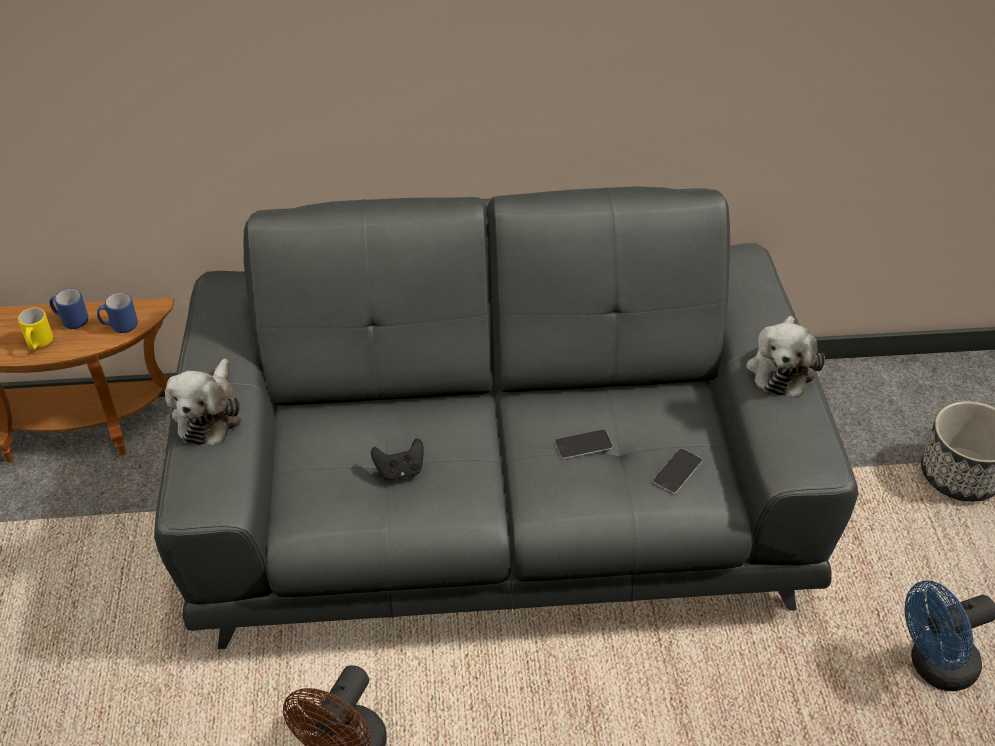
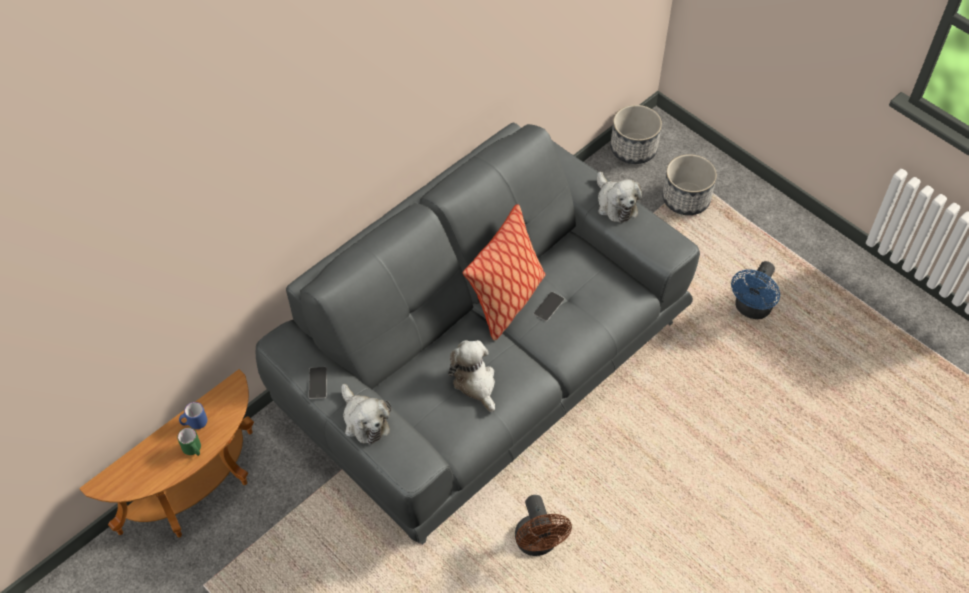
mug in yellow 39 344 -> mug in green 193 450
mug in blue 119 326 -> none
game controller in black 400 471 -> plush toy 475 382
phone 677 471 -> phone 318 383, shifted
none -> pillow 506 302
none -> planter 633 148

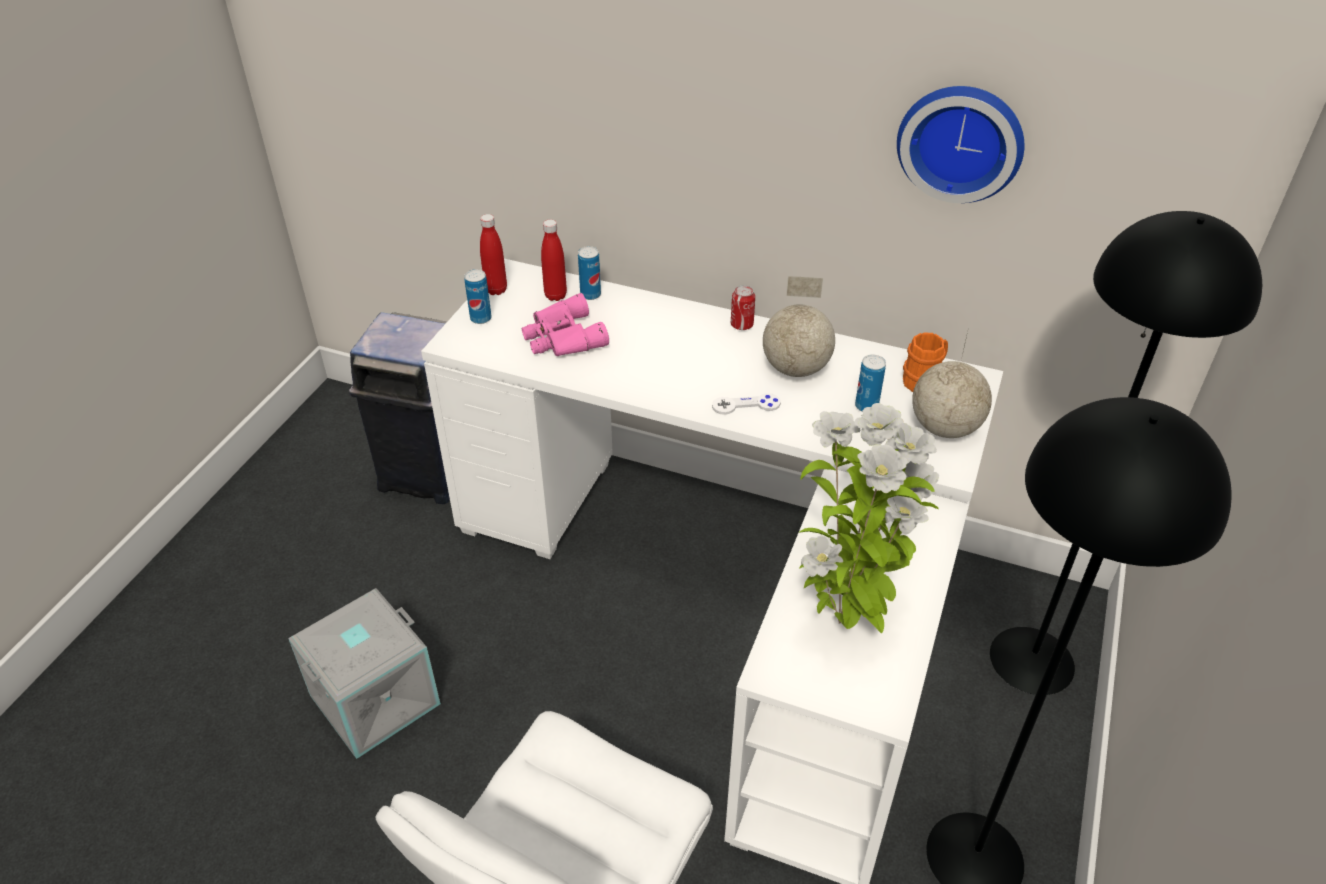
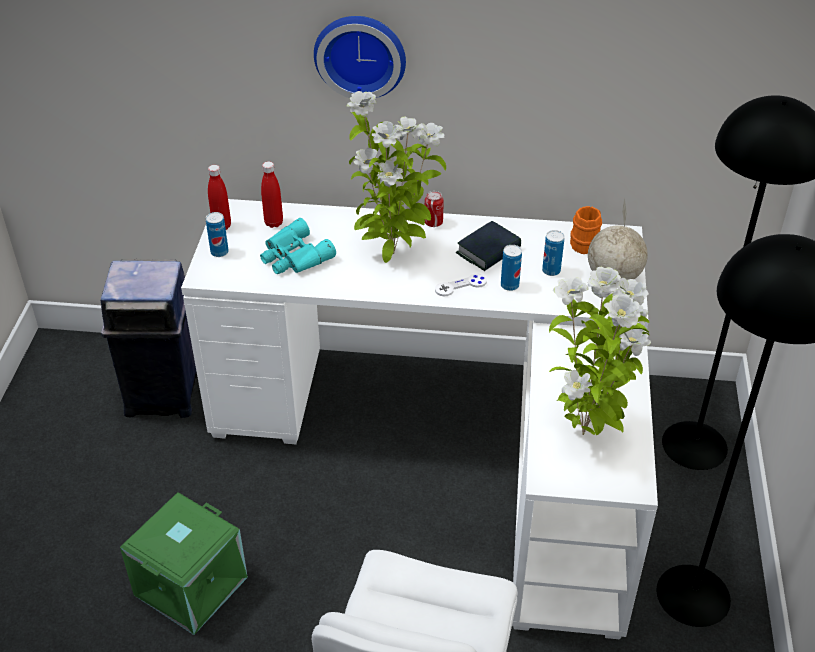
storage box in grey 374 697 -> storage box in green 190 584
binoculars in pink 562 338 -> binoculars in turquoise 294 257
can 590 295 -> can 509 285, shifted
globe 796 369 -> book 488 251
wall clock 961 141 -> wall clock 360 54, shifted
none -> potted plant 392 255

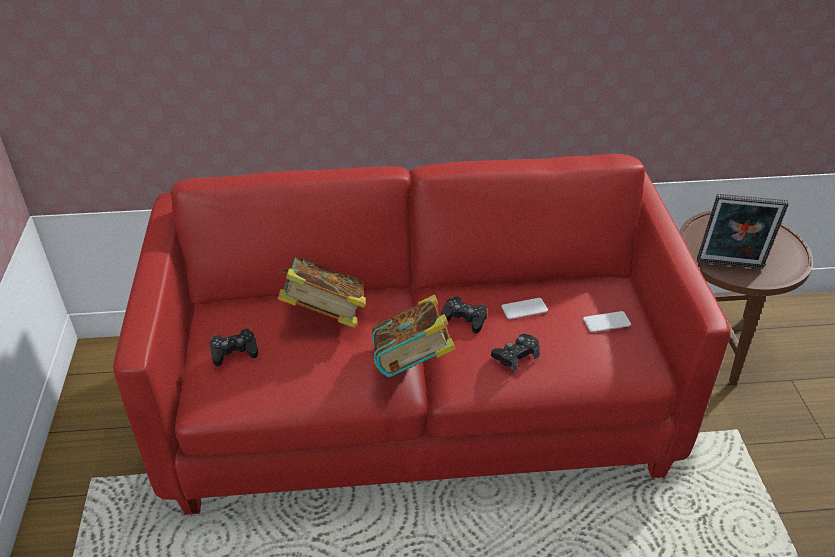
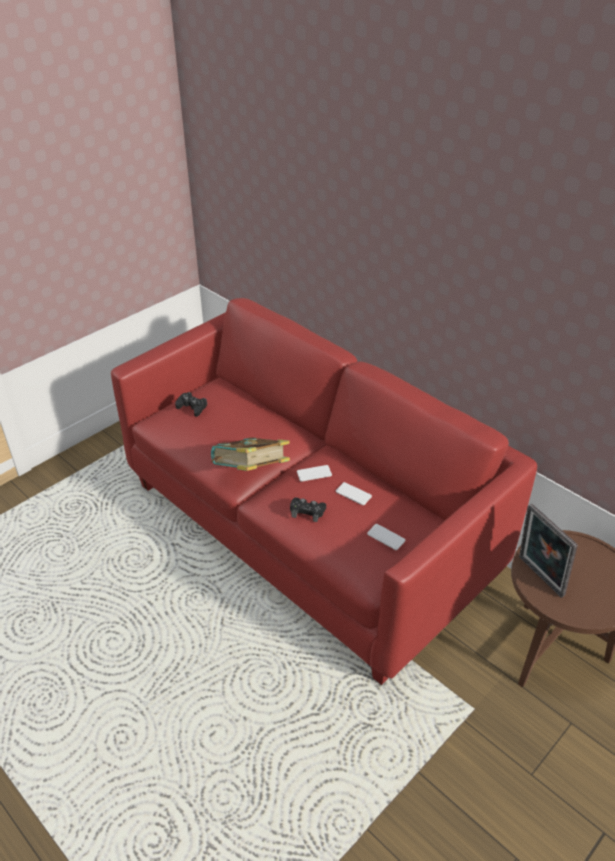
book 324 316 -> none
game controller in black 464 318 -> phone 314 473

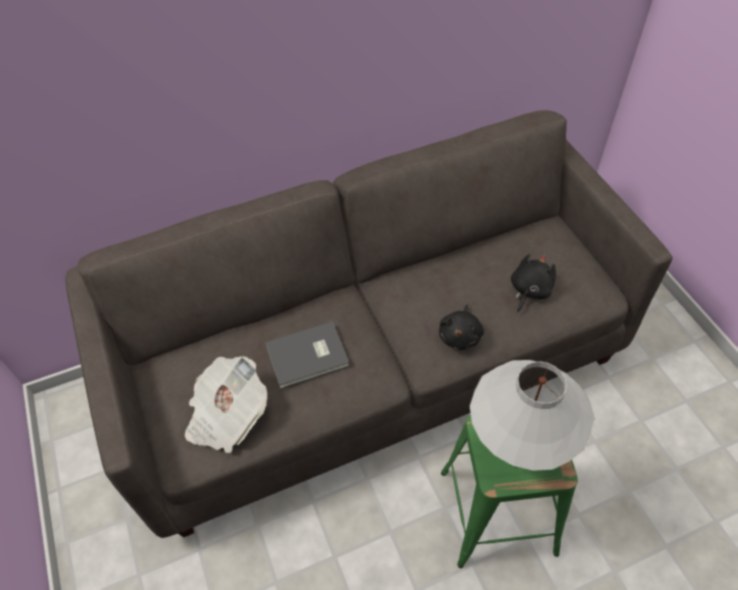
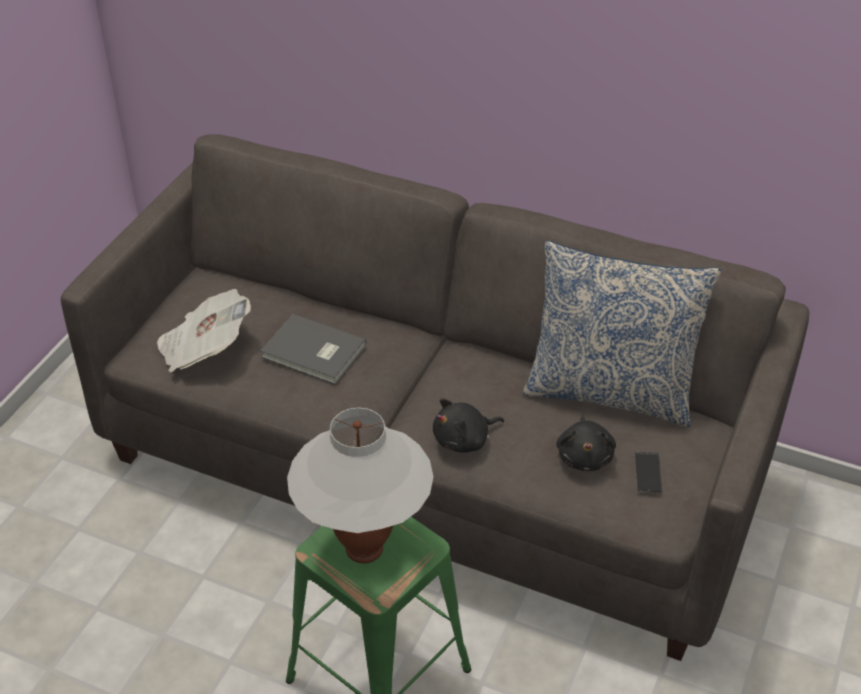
plush toy in black 529 290 -> plush toy in black 585 456, 105 degrees clockwise
none -> pillow 610 391
none -> phone 648 472

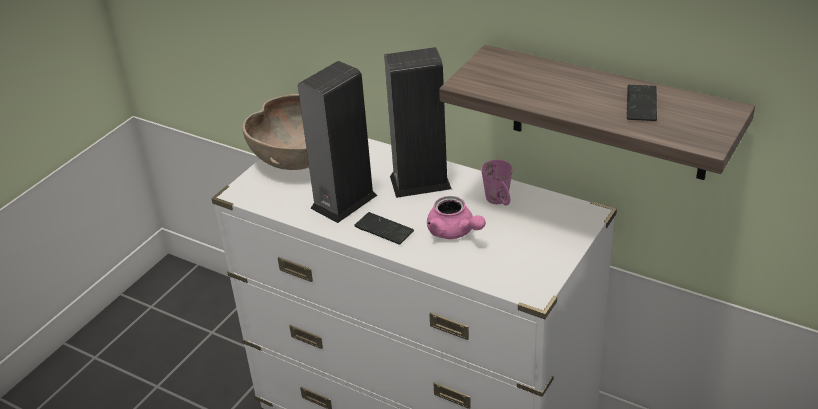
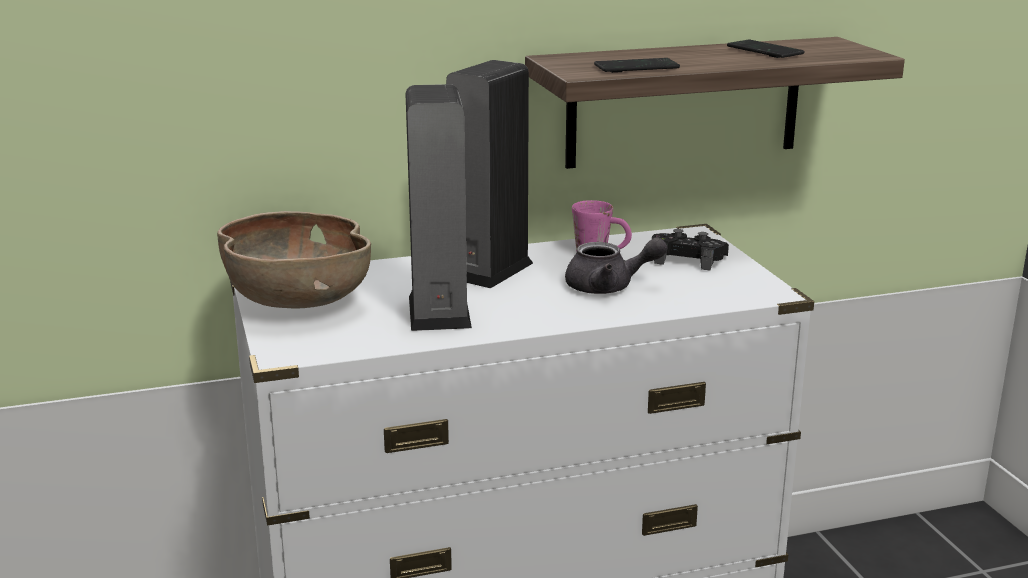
phone 384 229 -> phone 636 67, shifted
teapot in pink 454 232 -> teapot in grey 609 287
none -> game controller in black 688 259

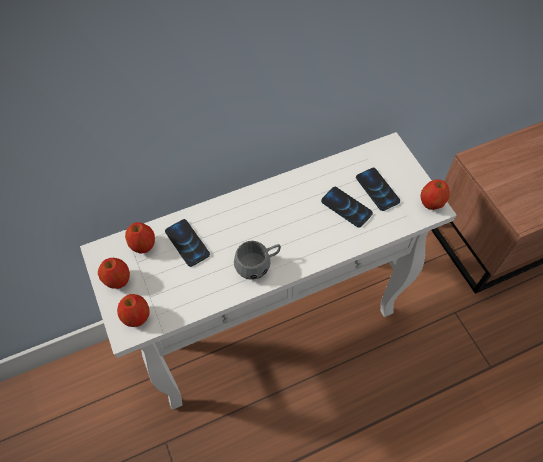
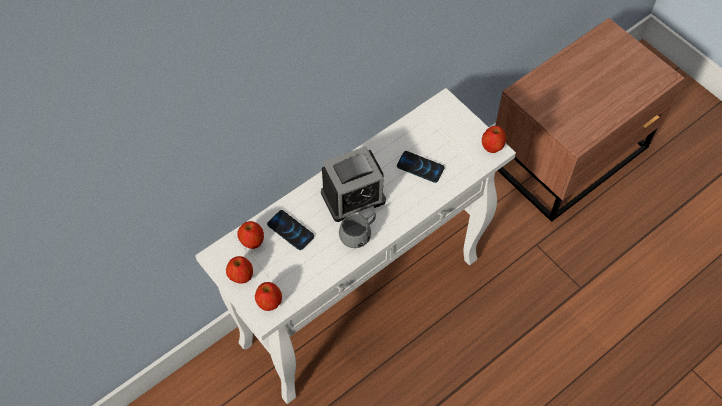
phone 377 190 -> none
none -> alarm clock 353 197

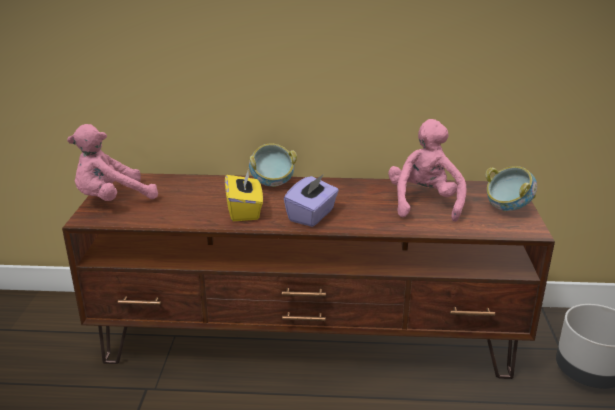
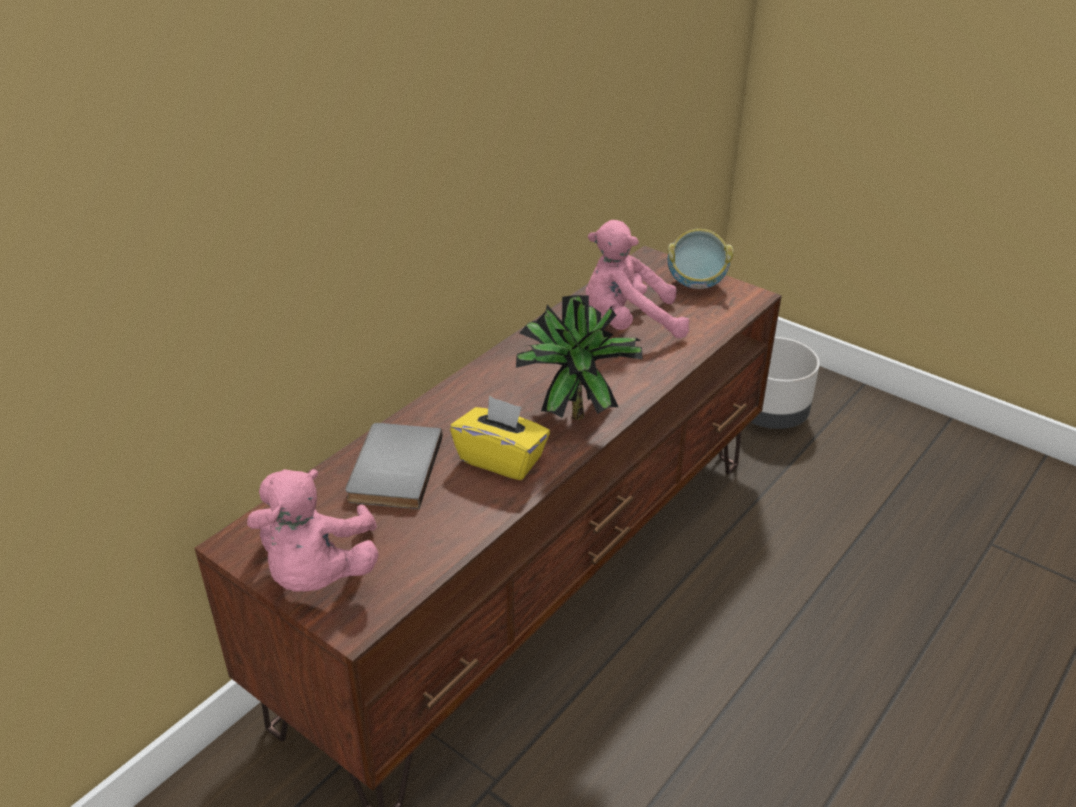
bowl 272 184 -> none
tissue box in purple 312 215 -> potted plant 573 412
plush toy in pink 424 203 -> plush toy in pink 628 324, 45 degrees counterclockwise
none -> book in grey 391 468

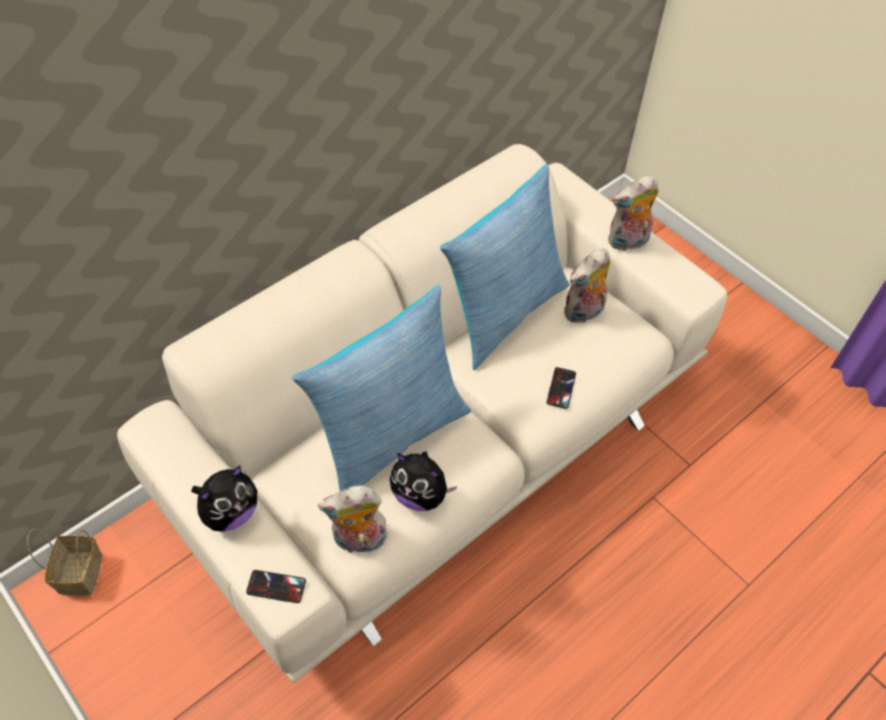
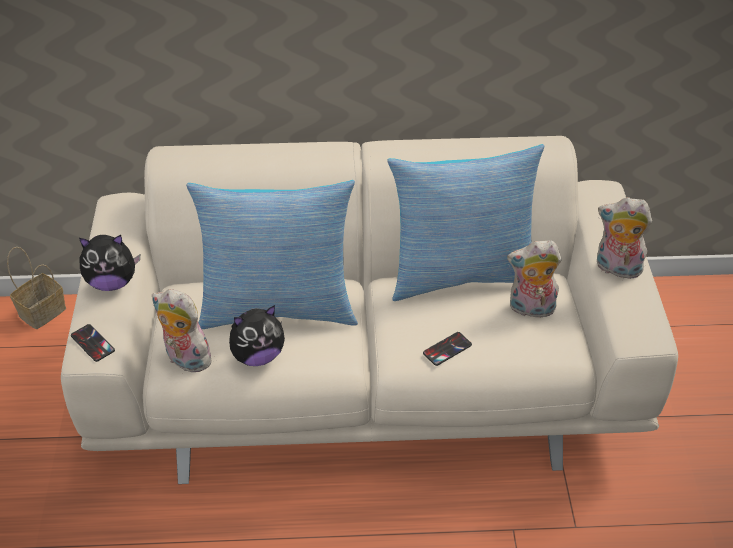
plush toy 420 494 -> plush toy 257 356, 90 degrees counterclockwise

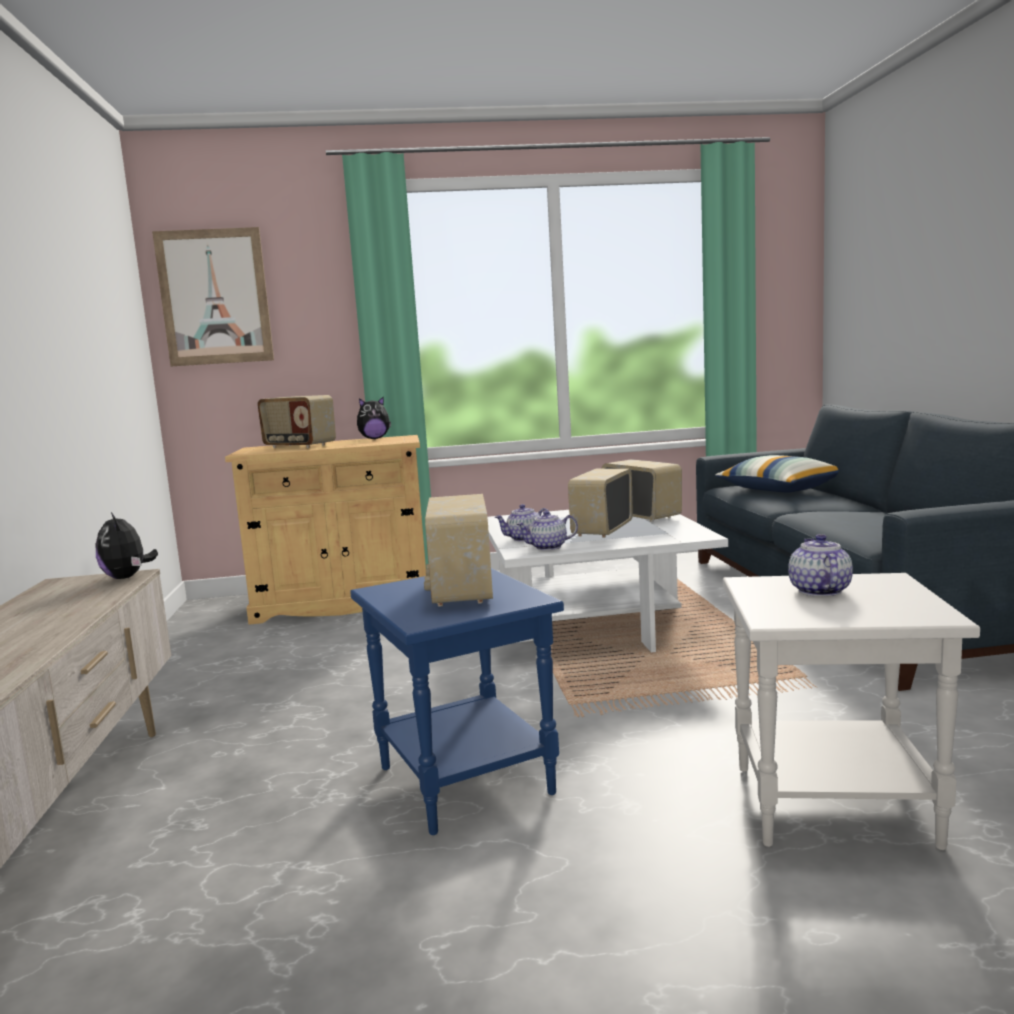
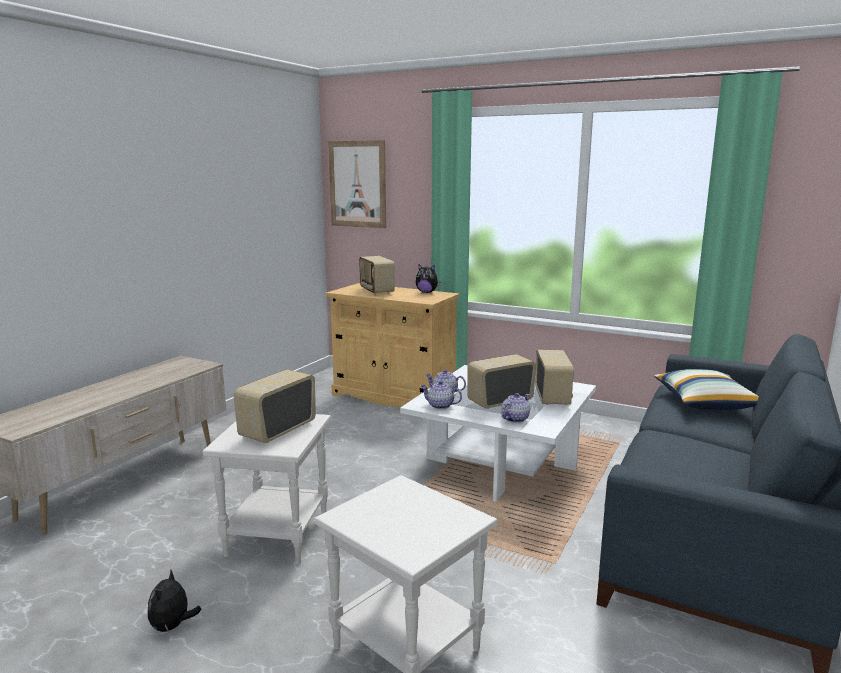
plush toy 127 577 -> plush toy 172 626, shifted
side table in blue 469 780 -> side table in white 279 536
teapot 818 591 -> teapot 515 419, shifted

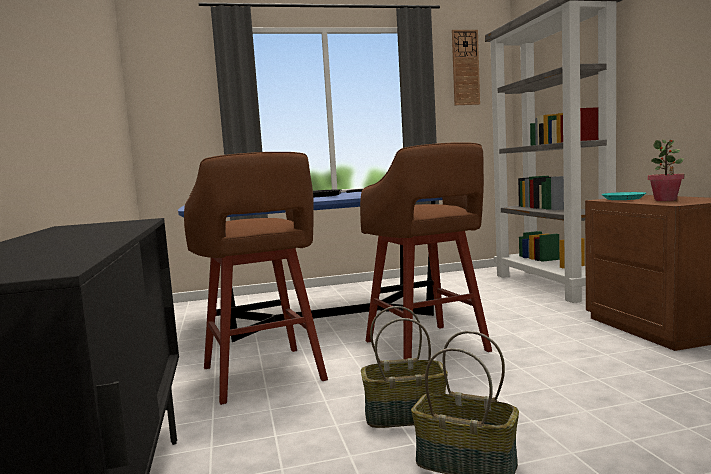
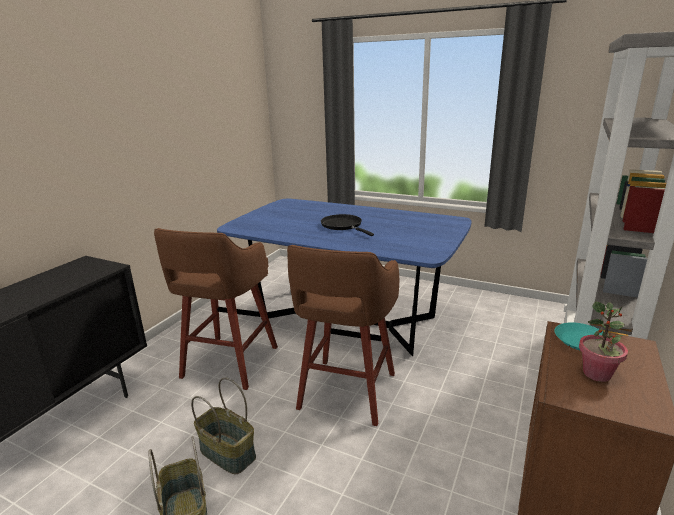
wall clock 465 67 -> none

